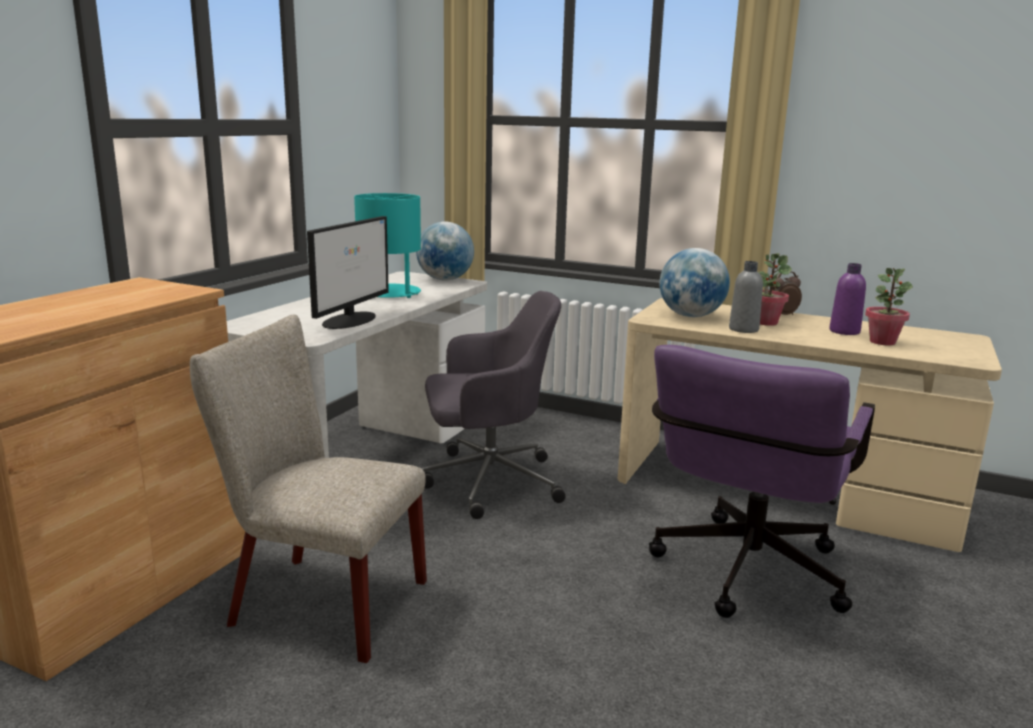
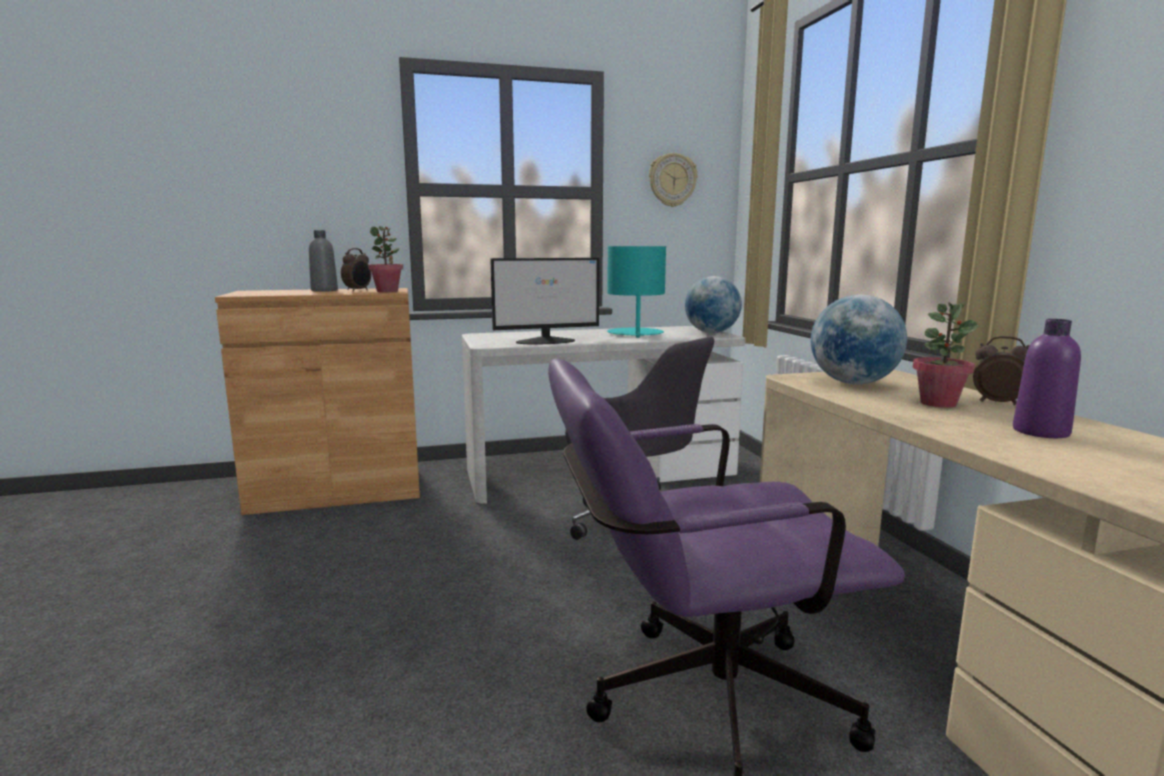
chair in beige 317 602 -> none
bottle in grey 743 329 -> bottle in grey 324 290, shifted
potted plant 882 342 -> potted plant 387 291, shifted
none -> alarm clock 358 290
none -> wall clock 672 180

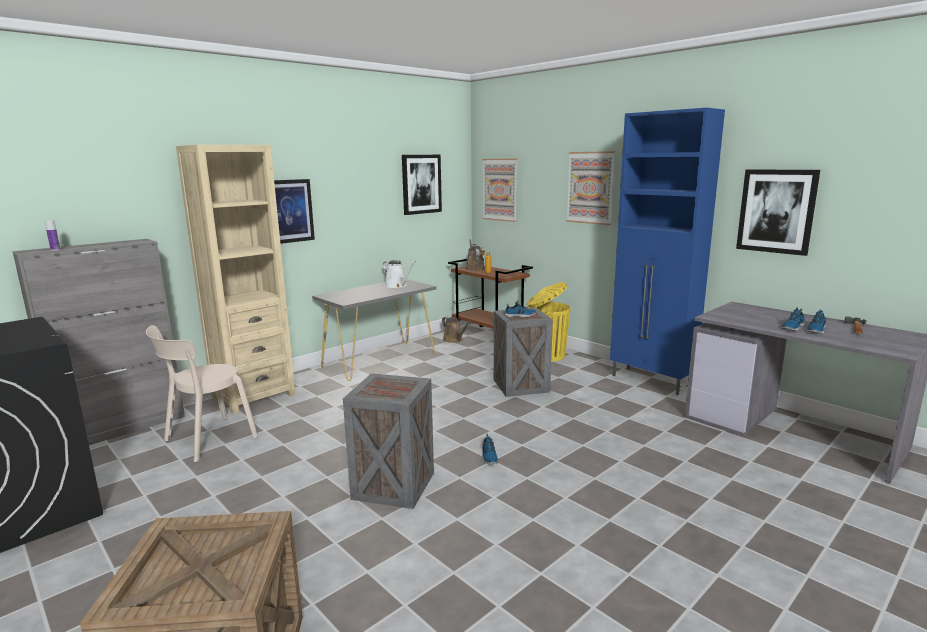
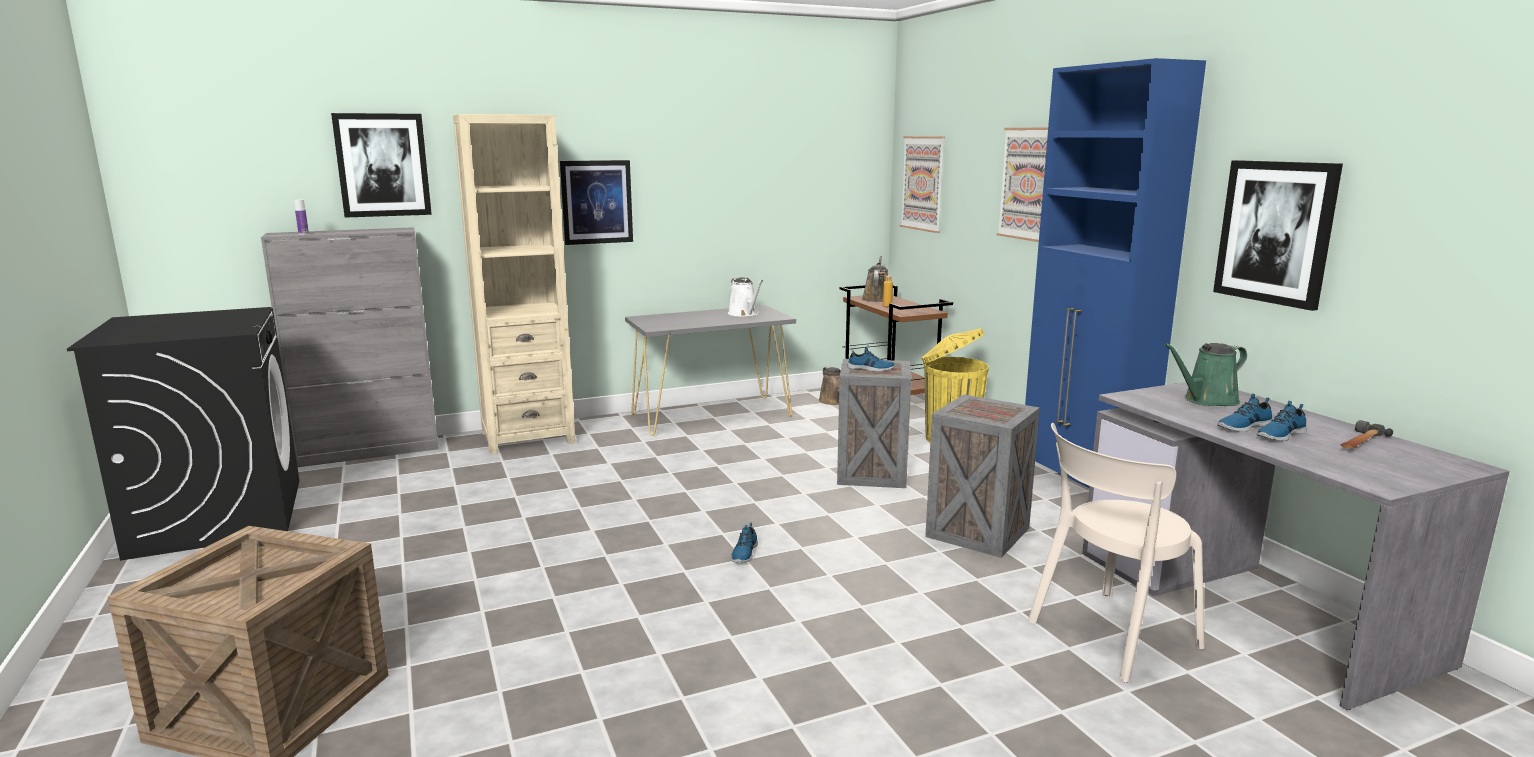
chair in beige 207 440 -> chair in beige 1108 636, shifted
crate 393 485 -> crate 976 531, shifted
picture 421 184 -> picture 383 165, shifted
none -> watering can in green 1207 400

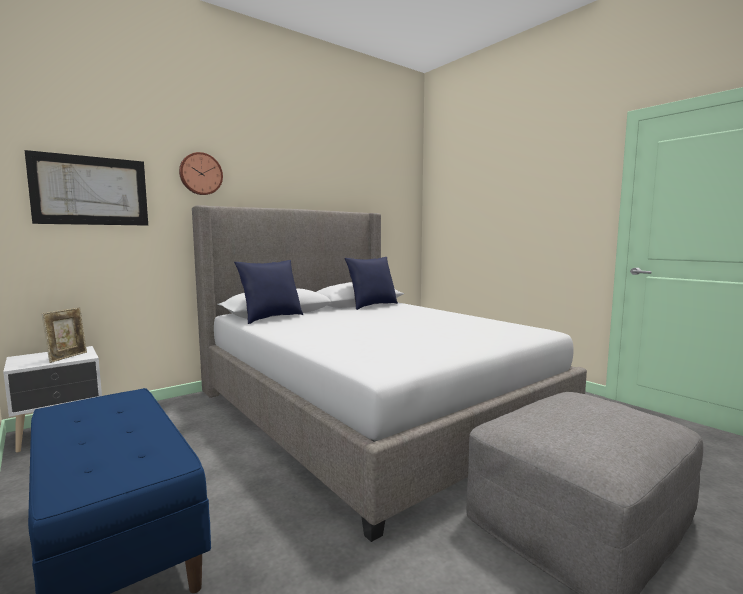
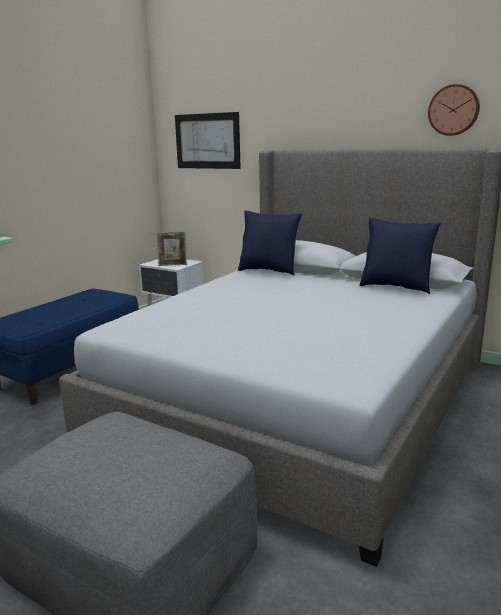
wall clock 200 174 -> wall clock 453 110, shifted

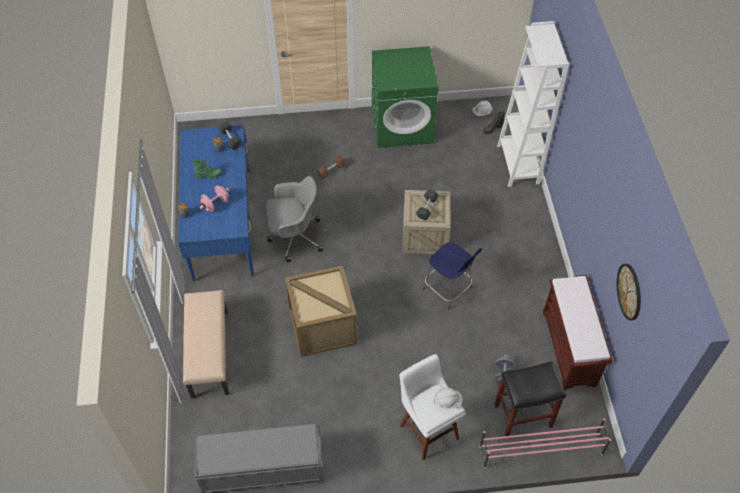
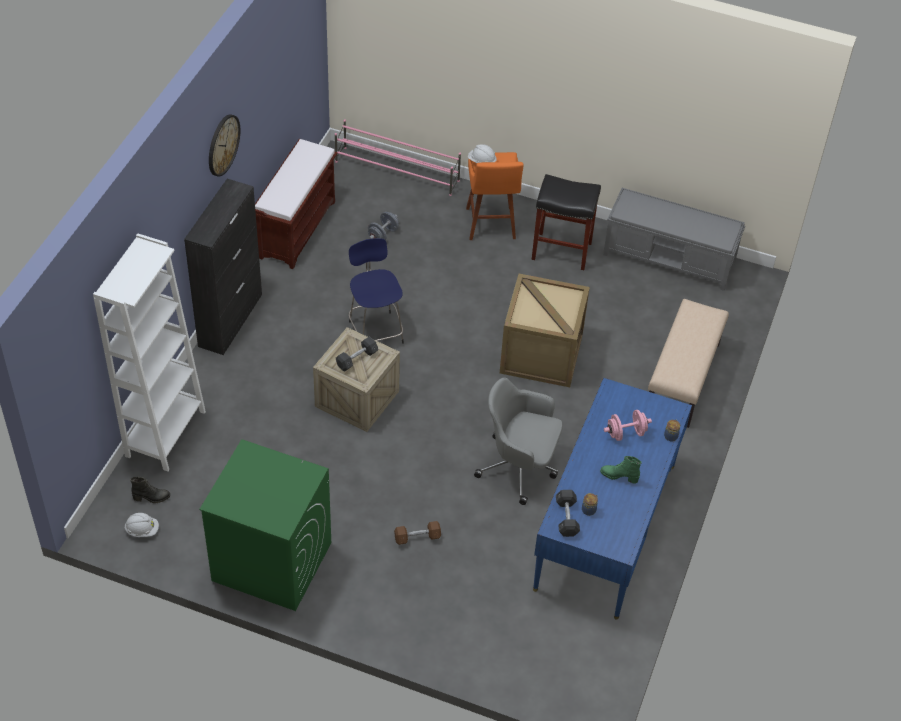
stool in white 427 429 -> stool in orange 490 226
stool in black 522 416 -> stool in black 562 251, shifted
wall clock 629 291 -> wall clock 223 145, shifted
none -> cabinet in black 231 320

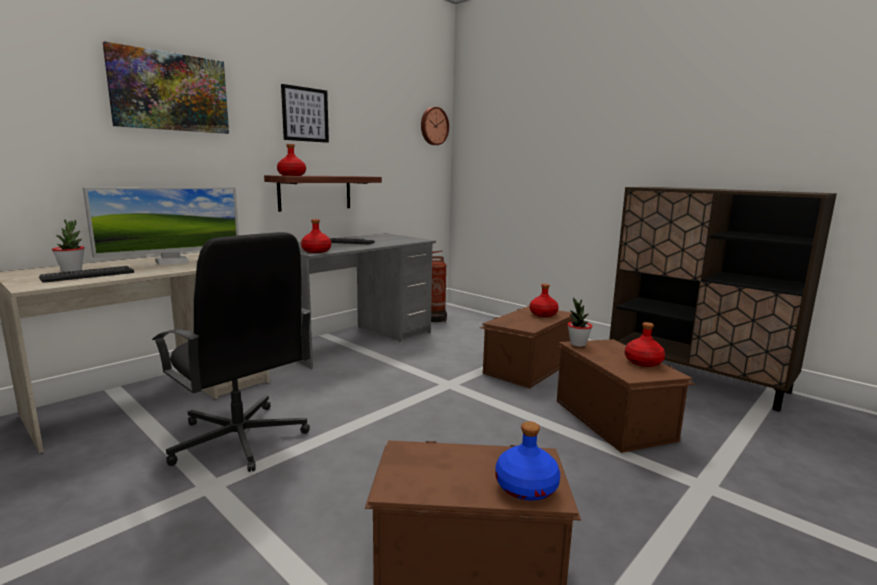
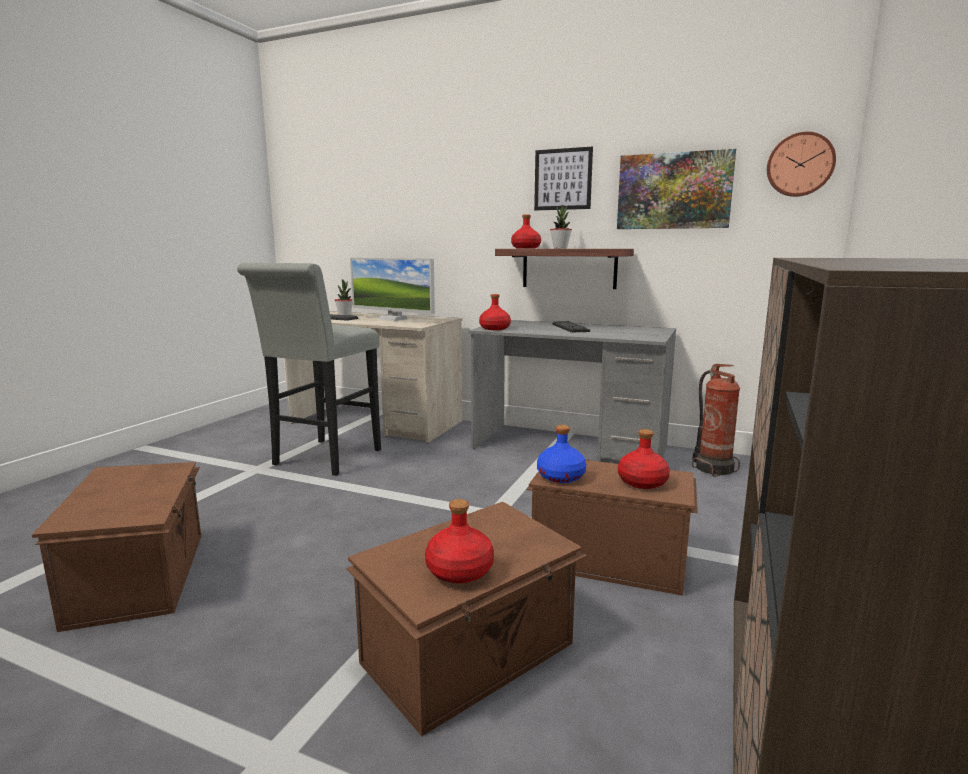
picture 170 92 -> picture 674 191, shifted
office chair in black 239 439 -> stool in grey 323 460
bottle in blue 527 487 -> bottle in blue 561 477, shifted
potted plant 578 344 -> potted plant 560 248, shifted

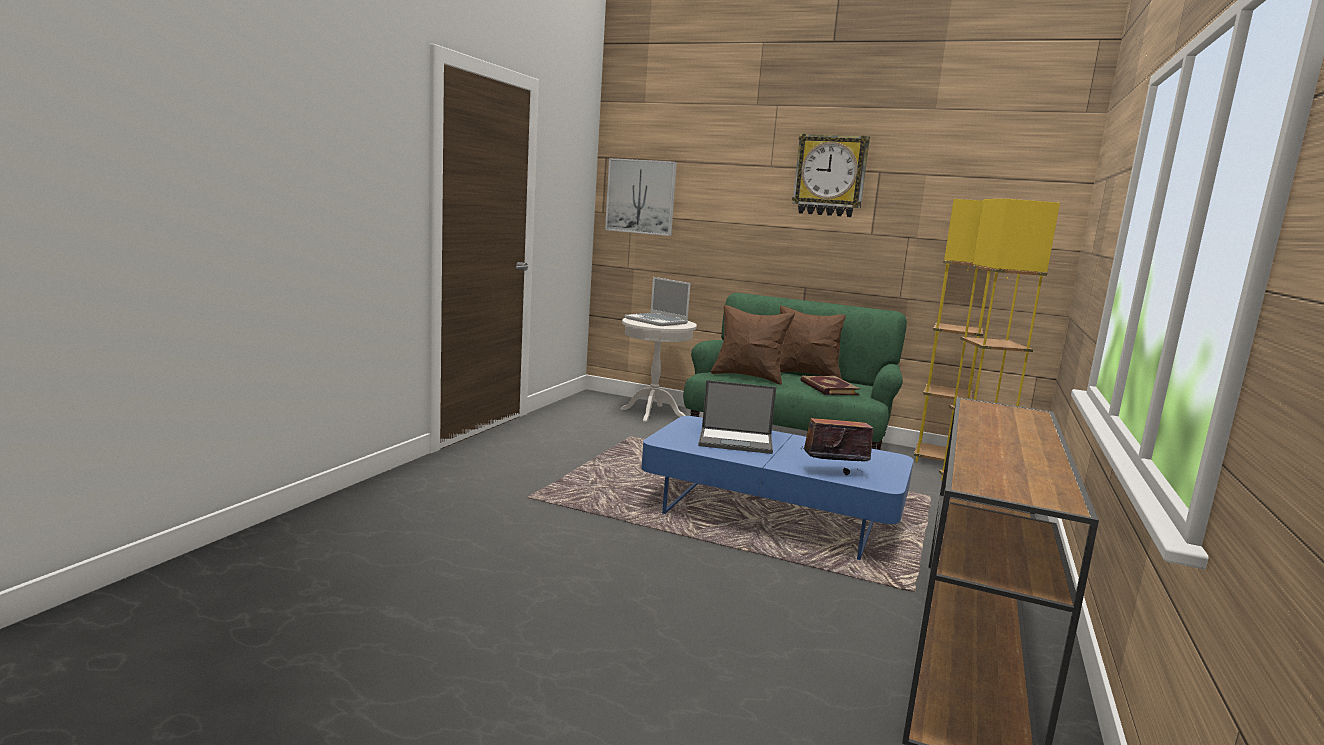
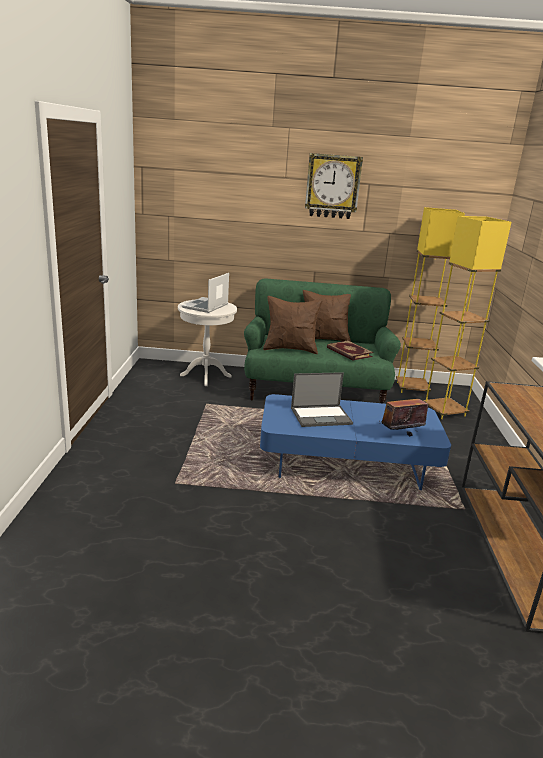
picture 641 196 -> none
laptop 657 321 -> laptop 205 306, 90 degrees clockwise

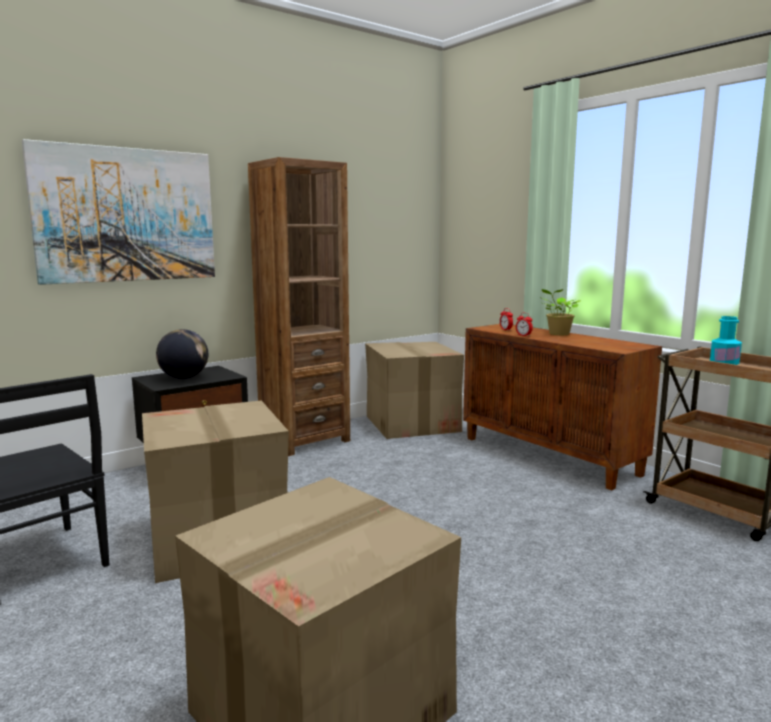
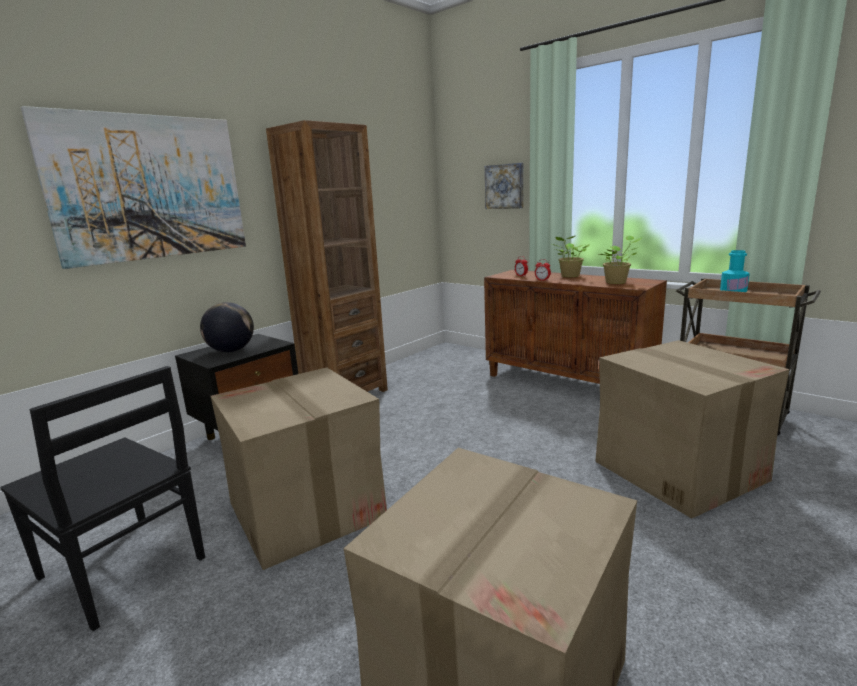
cardboard box 412 423 -> cardboard box 678 470, shifted
none -> picture 505 186
none -> potted plant 617 282

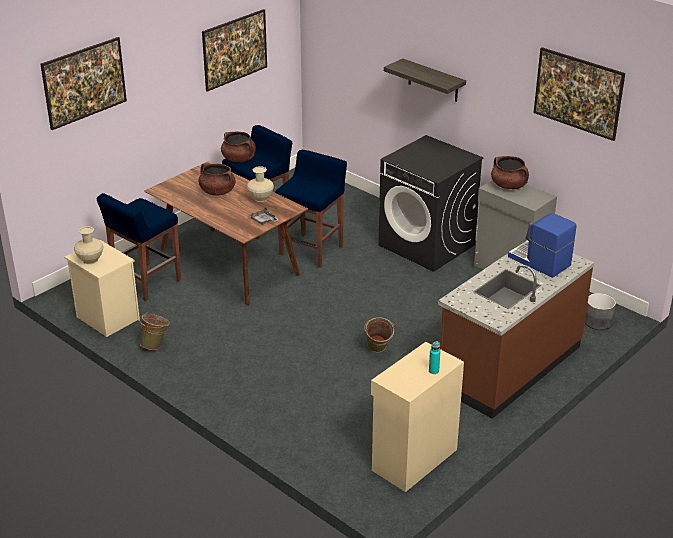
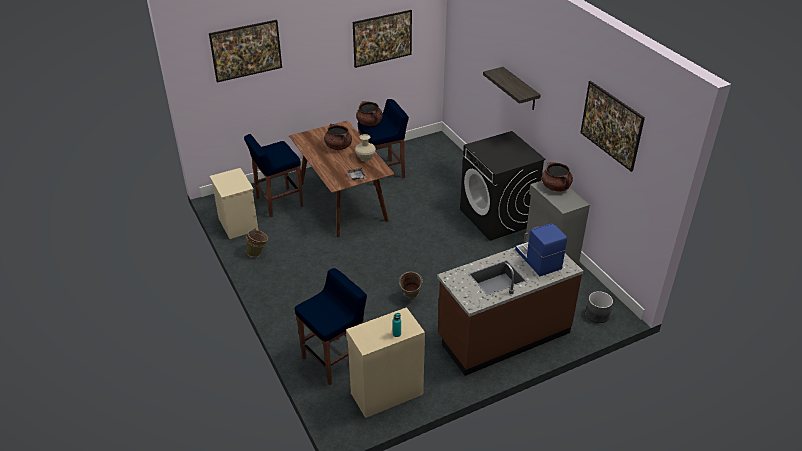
vase in beige 90 260 -> none
stool in blue 312 250 -> stool in blue 334 360, shifted

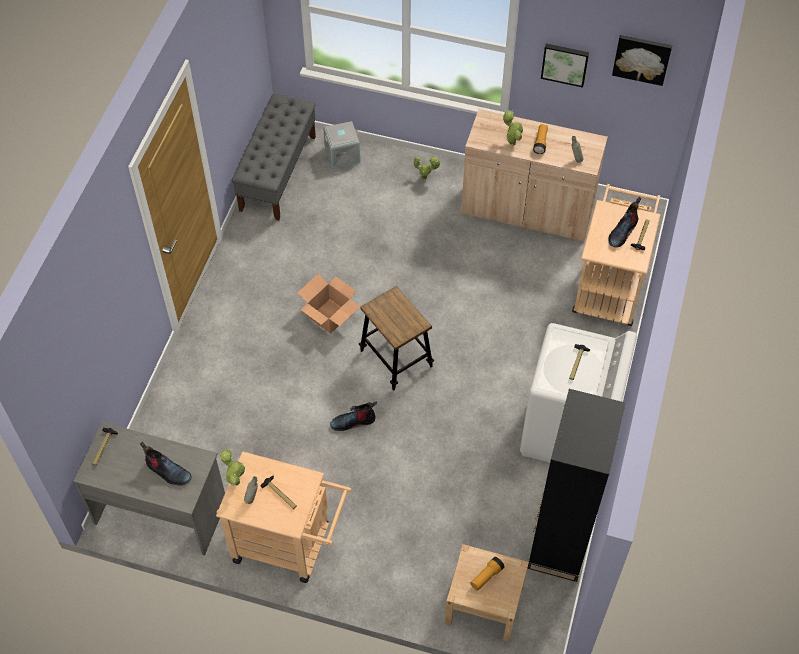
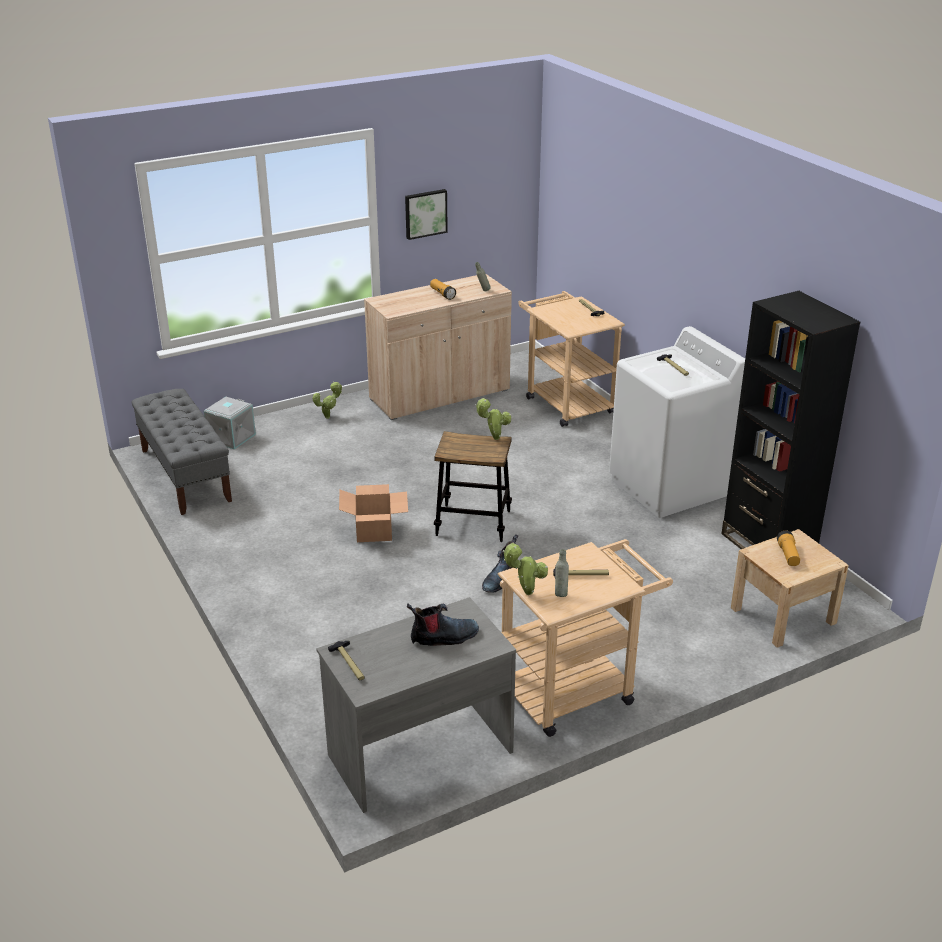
potted plant 511 142 -> potted plant 494 438, shifted
boot 622 231 -> none
picture 642 58 -> none

